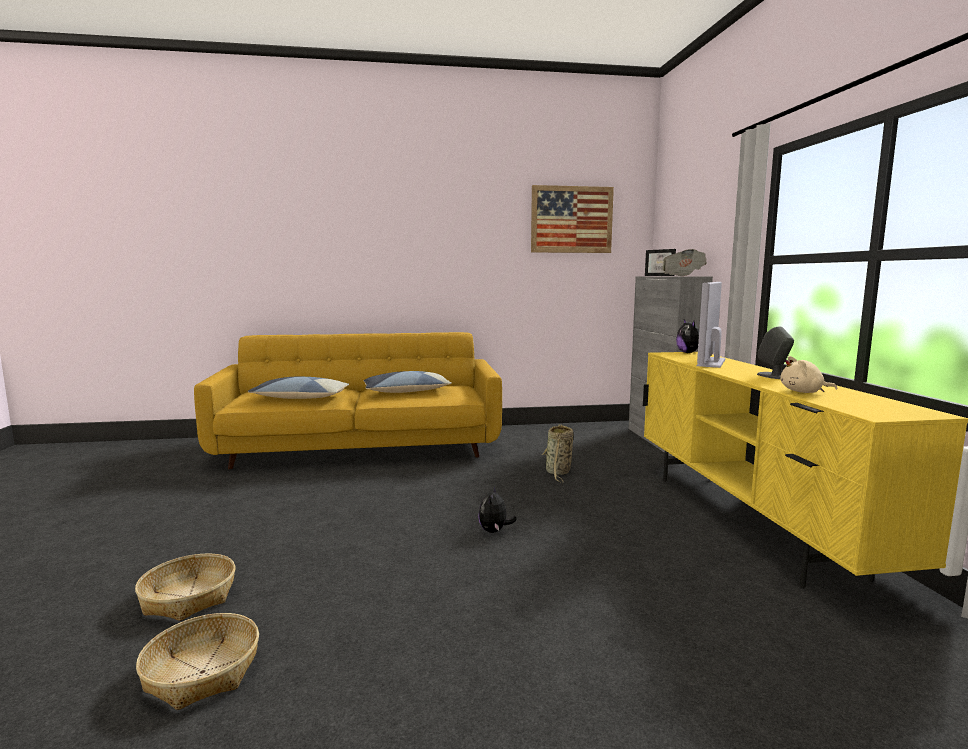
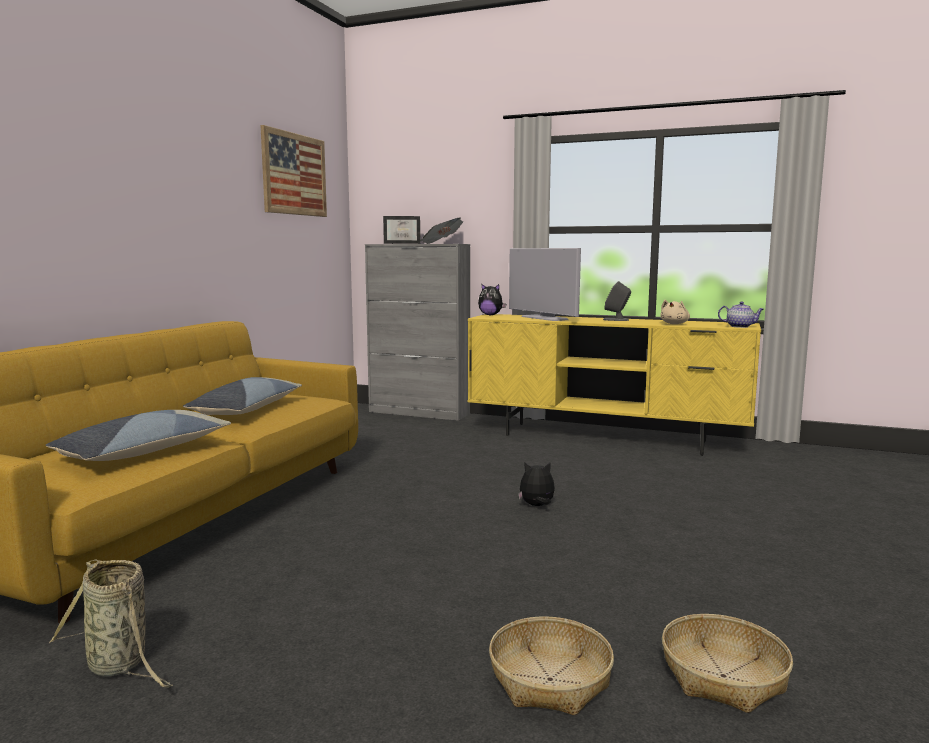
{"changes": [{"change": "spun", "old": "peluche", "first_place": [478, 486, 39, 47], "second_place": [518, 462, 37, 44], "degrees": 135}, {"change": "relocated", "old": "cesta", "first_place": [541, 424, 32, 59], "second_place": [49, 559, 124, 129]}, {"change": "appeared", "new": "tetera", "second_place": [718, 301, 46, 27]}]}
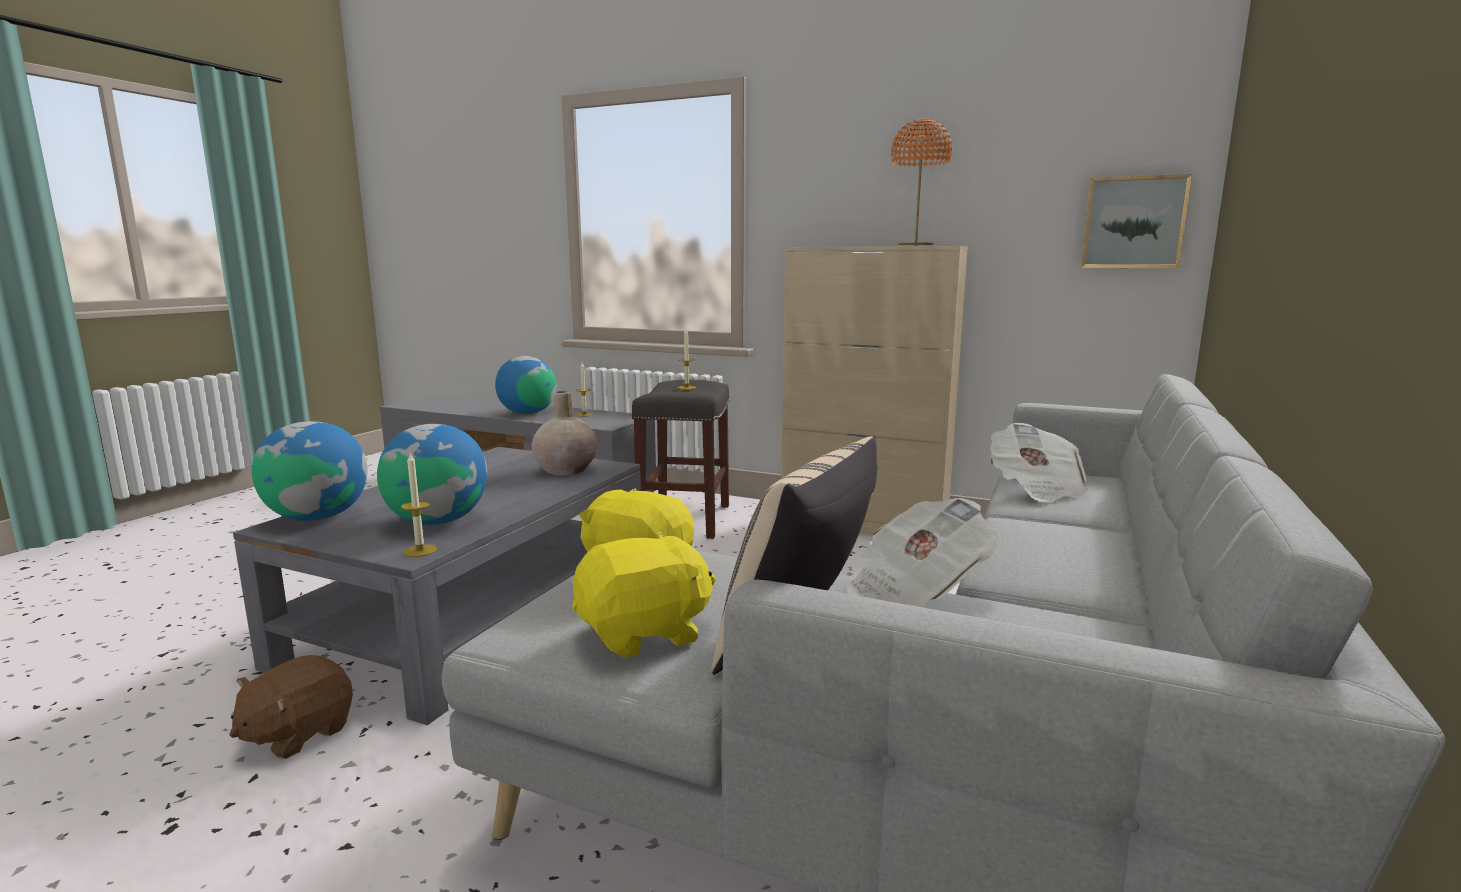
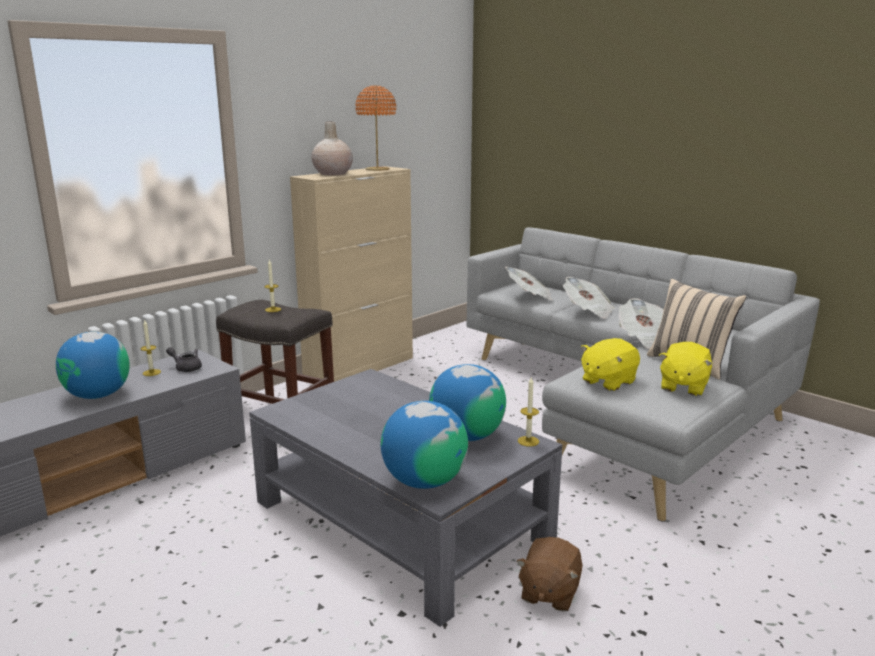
{"changes": [{"change": "spun", "old": "peluche [marrón]", "first_place": [230, 655, 123, 104], "second_place": [516, 537, 66, 75], "degrees": 60}, {"change": "relocated", "old": "florero [beis]", "first_place": [531, 391, 67, 84], "second_place": [311, 122, 42, 53]}, {"change": "spun", "old": "peluche [amarillo]", "first_place": [572, 532, 144, 126], "second_place": [659, 342, 54, 54], "degrees": -150}, {"change": "missing", "old": "cuadro", "first_place": [1081, 174, 111, 94]}, {"change": "appeared", "new": "tetera [gris]", "second_place": [166, 347, 36, 25]}, {"change": "appeared", "new": "periódico", "second_place": [563, 277, 52, 42]}]}
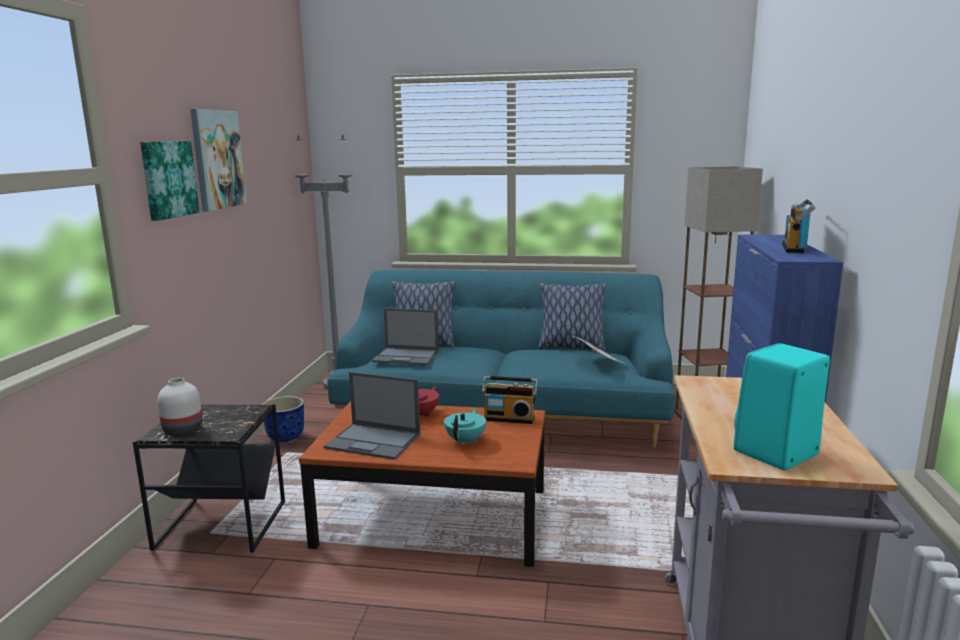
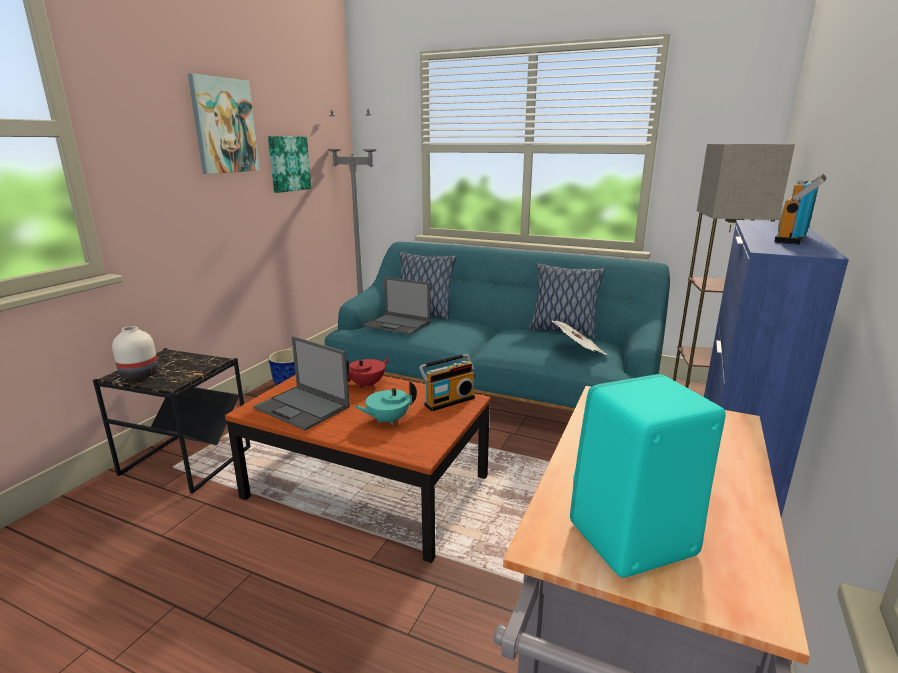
{"changes": [{"change": "relocated", "old": "cuadro", "first_place": [140, 141, 60, 80], "second_place": [268, 136, 43, 57]}, {"change": "spun", "old": "tetera [turquesa]", "first_place": [444, 408, 42, 38], "second_place": [354, 381, 63, 44], "degrees": -150}, {"change": "spun", "old": "radio", "first_place": [482, 376, 56, 48], "second_place": [419, 354, 56, 57], "degrees": -60}]}
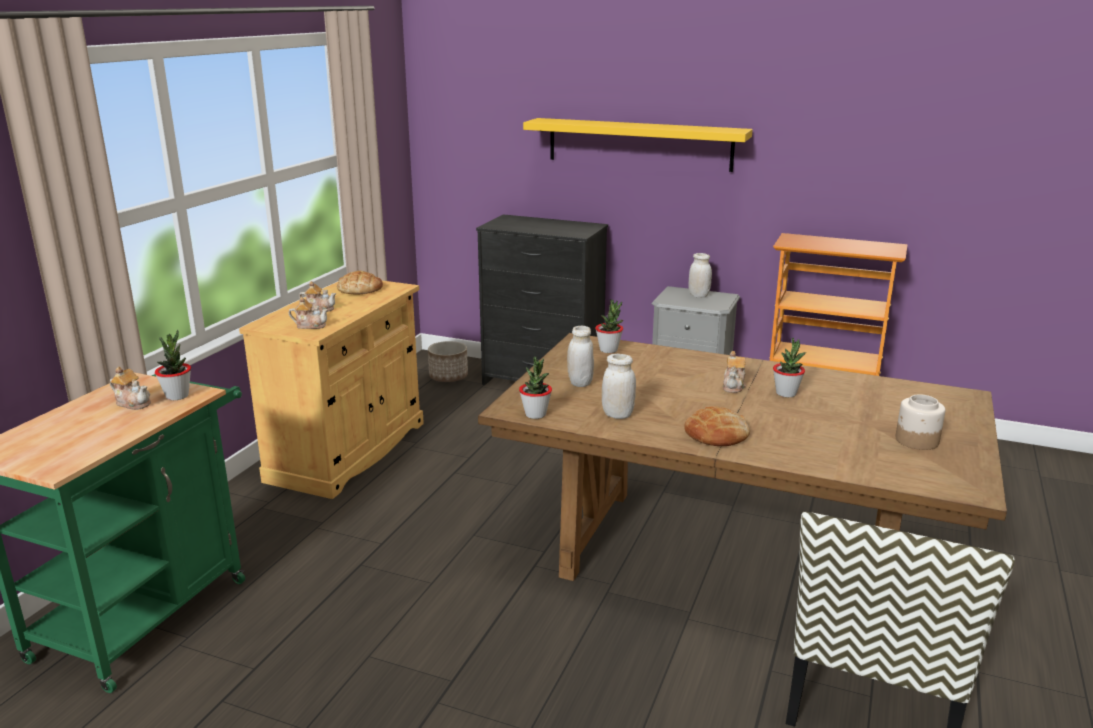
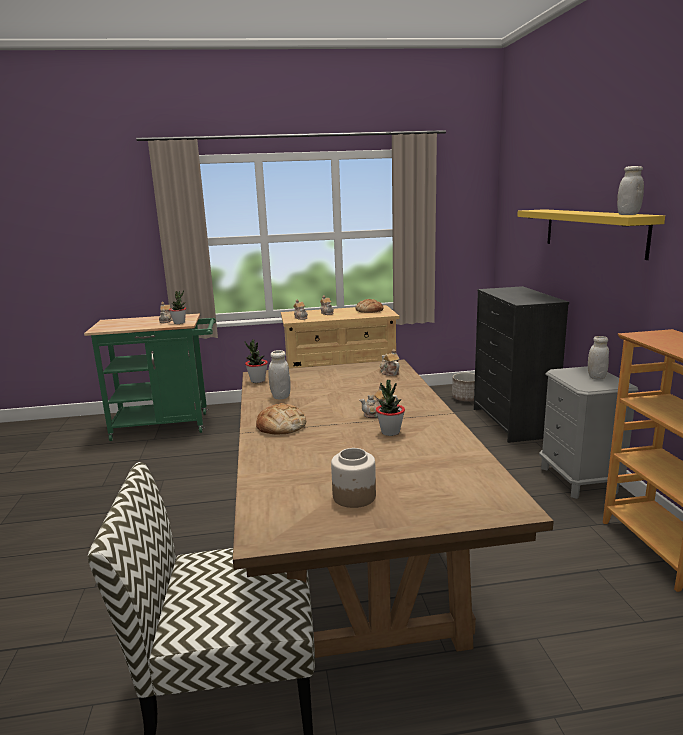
{"changes": [{"change": "relocated", "old": "tarro [blanco]", "first_place": [567, 326, 27, 61], "second_place": [617, 166, 27, 49]}, {"change": "exchanged", "old": "planta en maceta", "new": "tetera", "first_place": [595, 299, 29, 54], "second_place": [380, 349, 20, 27]}]}
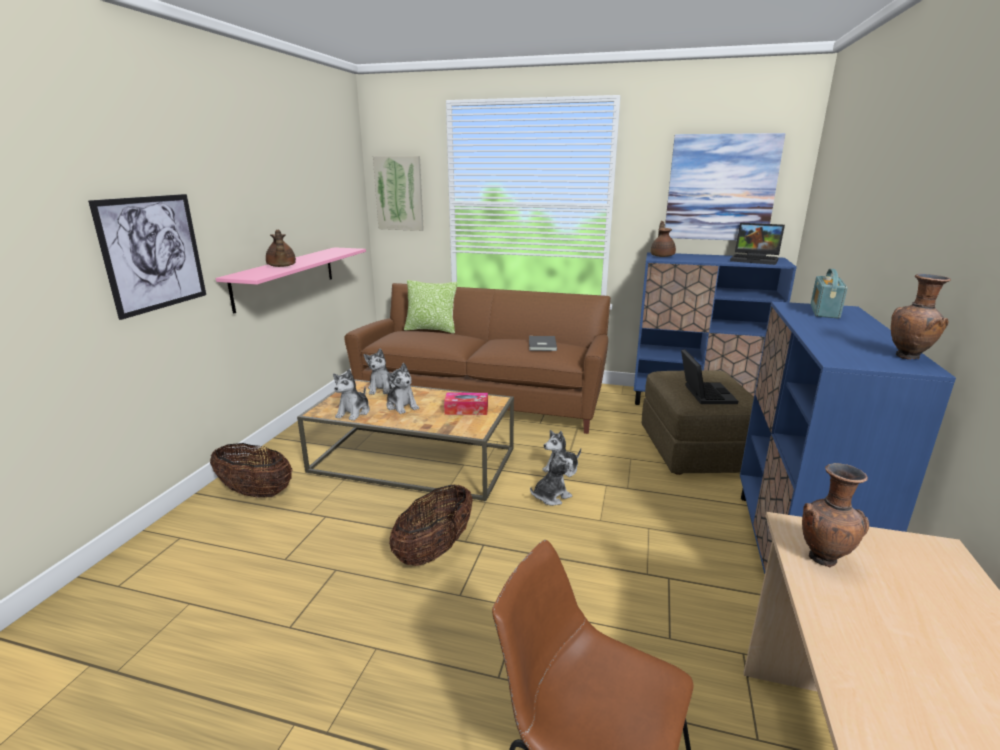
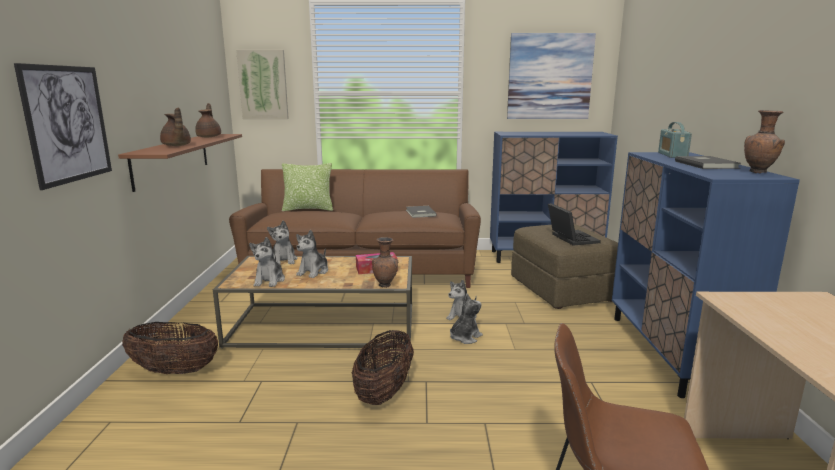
{"changes": [{"change": "colour", "old": "estante [rosa]", "new": "estante [marrón]", "first_place": [216, 247, 150, 67], "second_place": [118, 134, 124, 58]}, {"change": "spun", "old": "peluche", "first_place": [386, 363, 33, 51], "second_place": [296, 230, 32, 48], "degrees": 75}, {"change": "relocated", "old": "tetera [marrón]", "first_place": [651, 221, 25, 36], "second_place": [195, 103, 26, 34]}, {"change": "missing", "old": "portátil", "first_place": [730, 223, 55, 42]}, {"change": "relocated", "old": "florero [marrón]", "first_place": [802, 463, 67, 105], "second_place": [372, 237, 26, 51]}, {"change": "appeared", "new": "libro [gris]", "second_place": [675, 156, 65, 13]}]}
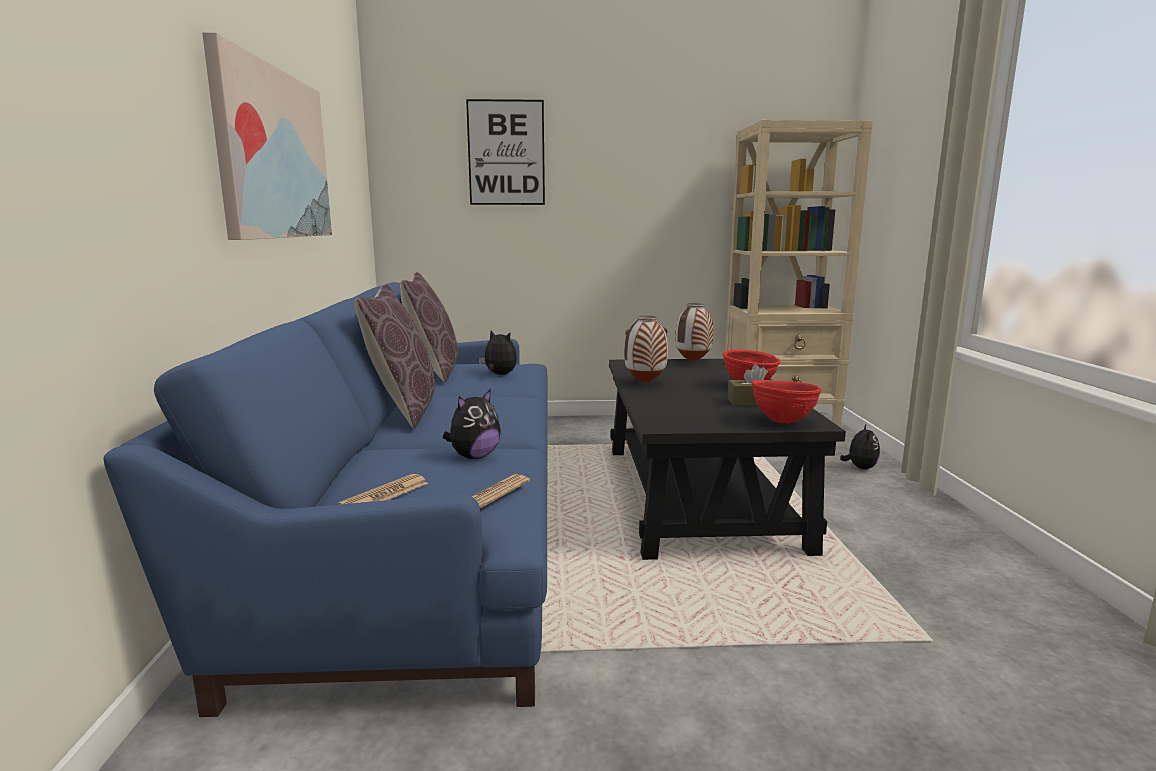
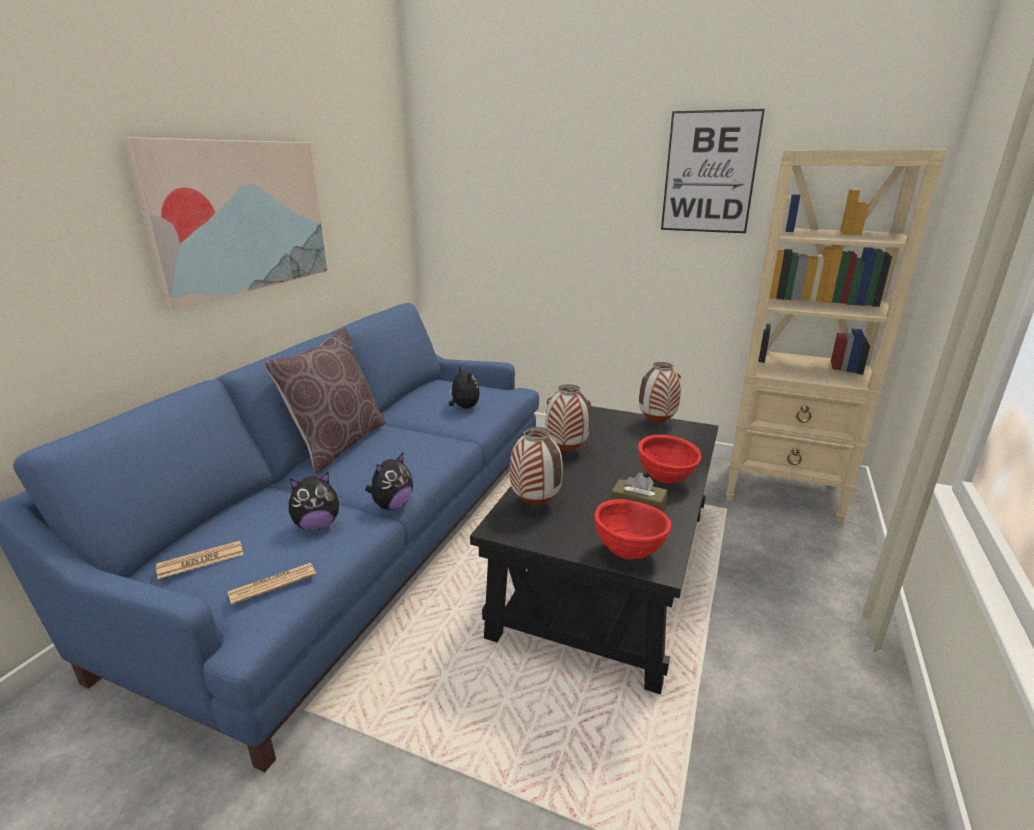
{"changes": [{"change": "missing", "old": "cojín [marrón]", "first_place": [400, 272, 58, 110]}, {"change": "relocated", "old": "cuadro", "first_place": [466, 99, 79, 106], "second_place": [661, 109, 104, 124]}, {"change": "relocated", "old": "peluche", "first_place": [840, 425, 40, 44], "second_place": [365, 453, 48, 57]}, {"change": "appeared", "new": "florero", "second_place": [510, 427, 53, 78]}]}
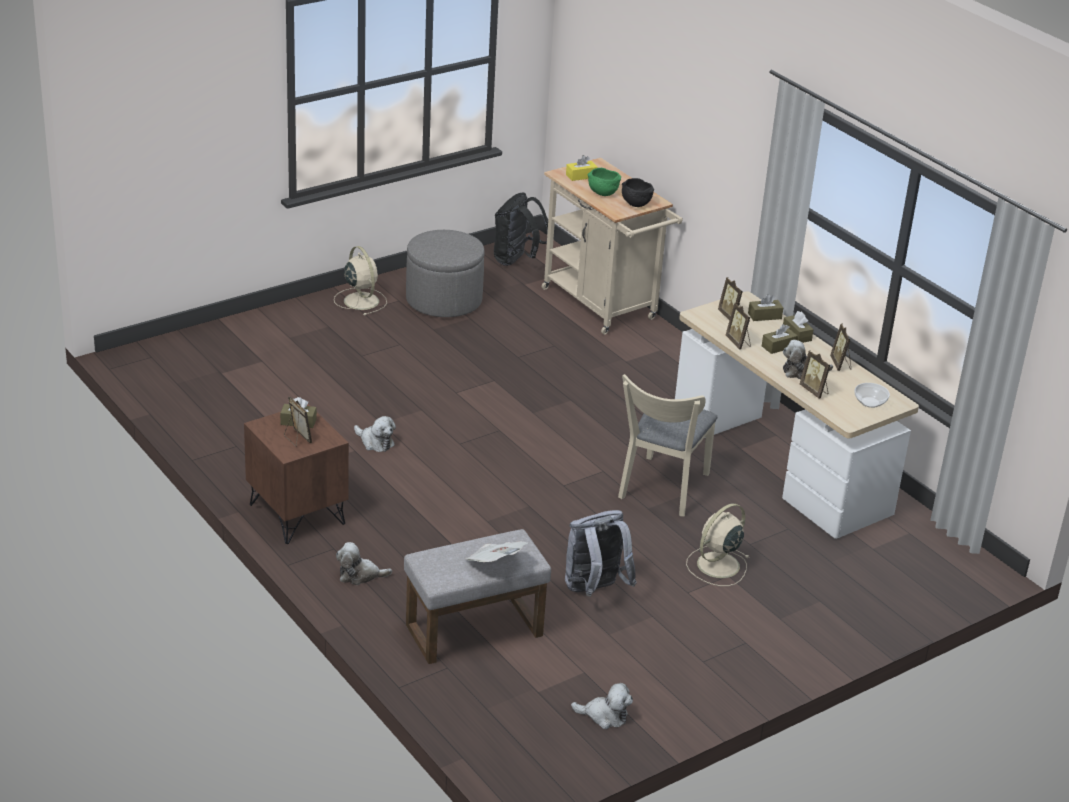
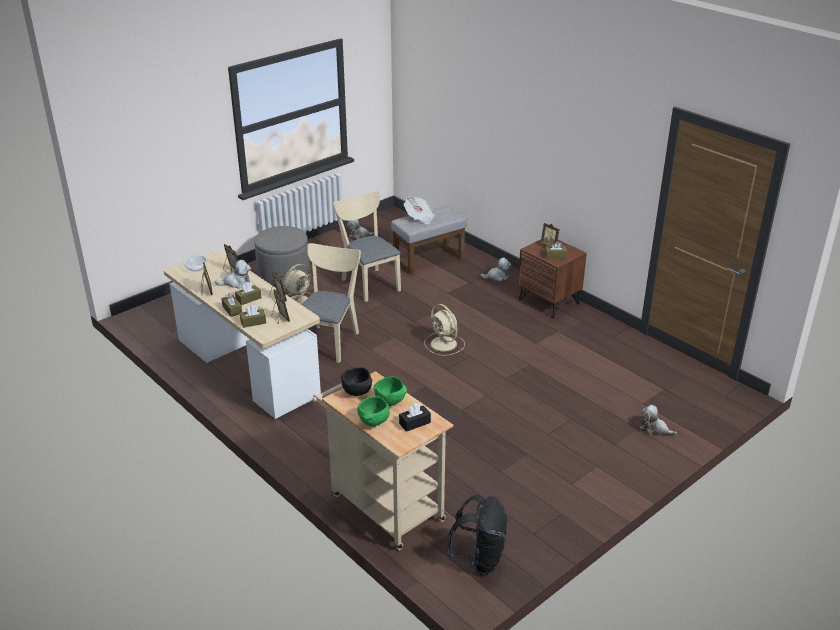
{"changes": [{"change": "relocated", "old": "ventilador [beis]", "first_place": [334, 246, 53, 69], "second_place": [424, 304, 41, 52]}, {"change": "relocated", "old": "peluche", "first_place": [354, 416, 42, 36], "second_place": [640, 405, 37, 31]}, {"change": "relocated", "old": "puf [gris]", "first_place": [406, 230, 79, 87], "second_place": [254, 226, 56, 60]}, {"change": "exchanged", "old": "mochila [gris]", "new": "silla [beis]", "first_place": [565, 510, 72, 87], "second_place": [333, 191, 68, 111]}, {"change": "colour", "old": "caja de pañuelos [amarillo]", "new": "caja de pañuelos [negro]", "first_place": [566, 155, 31, 26], "second_place": [399, 403, 32, 29]}, {"change": "appeared", "new": "cuenco [verde]", "second_place": [357, 396, 33, 31]}]}
